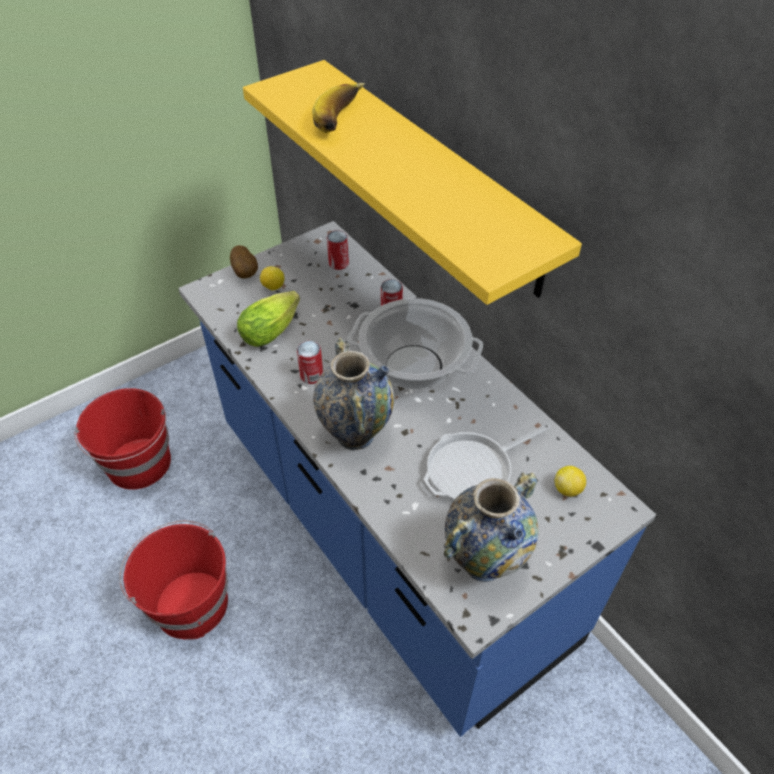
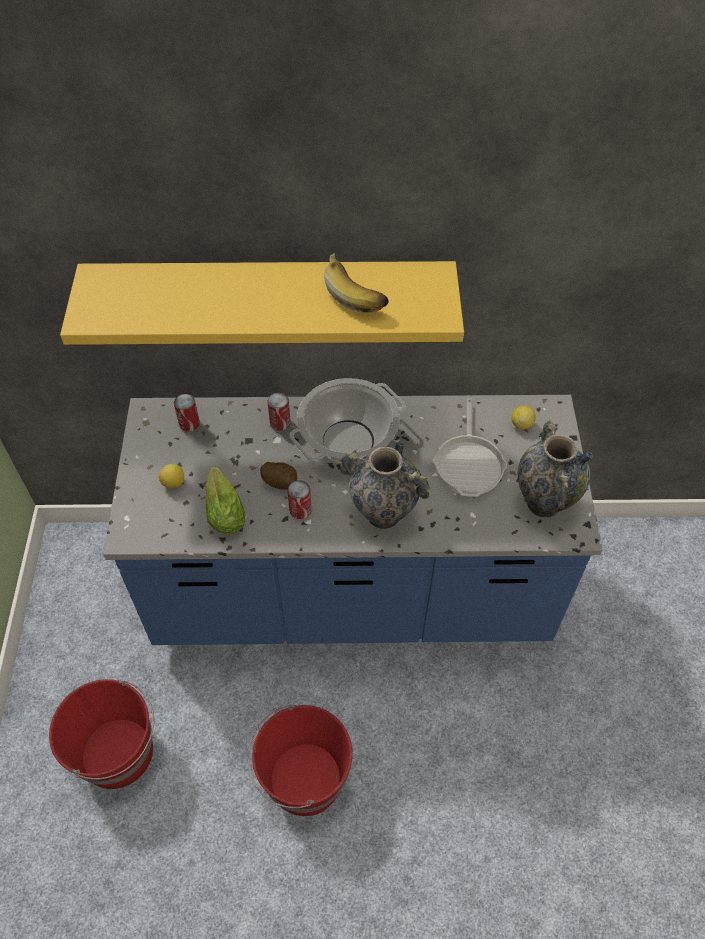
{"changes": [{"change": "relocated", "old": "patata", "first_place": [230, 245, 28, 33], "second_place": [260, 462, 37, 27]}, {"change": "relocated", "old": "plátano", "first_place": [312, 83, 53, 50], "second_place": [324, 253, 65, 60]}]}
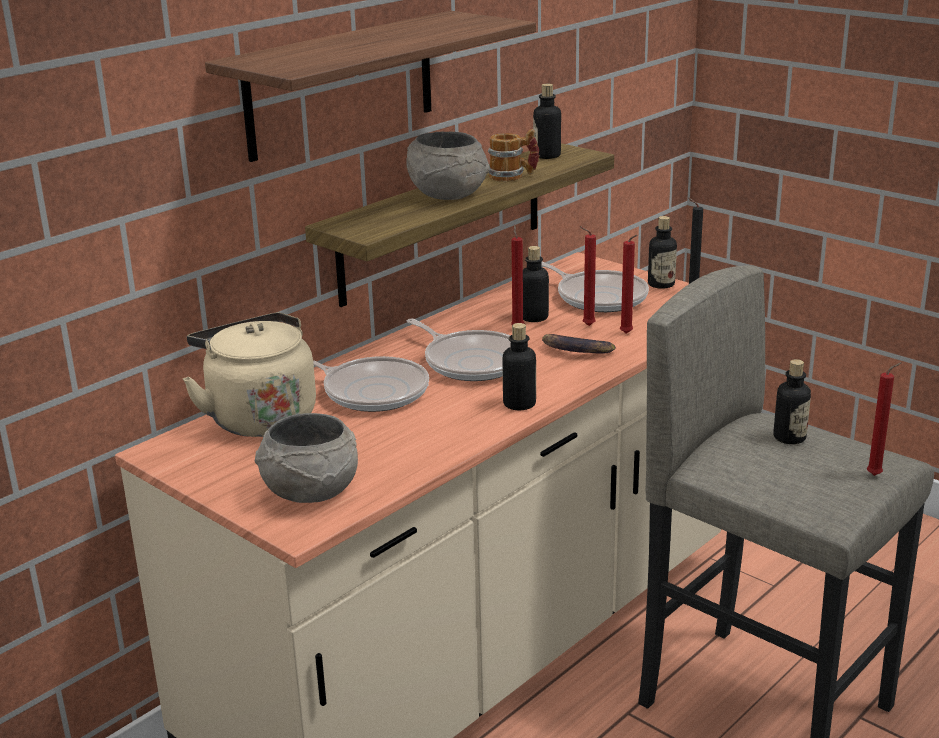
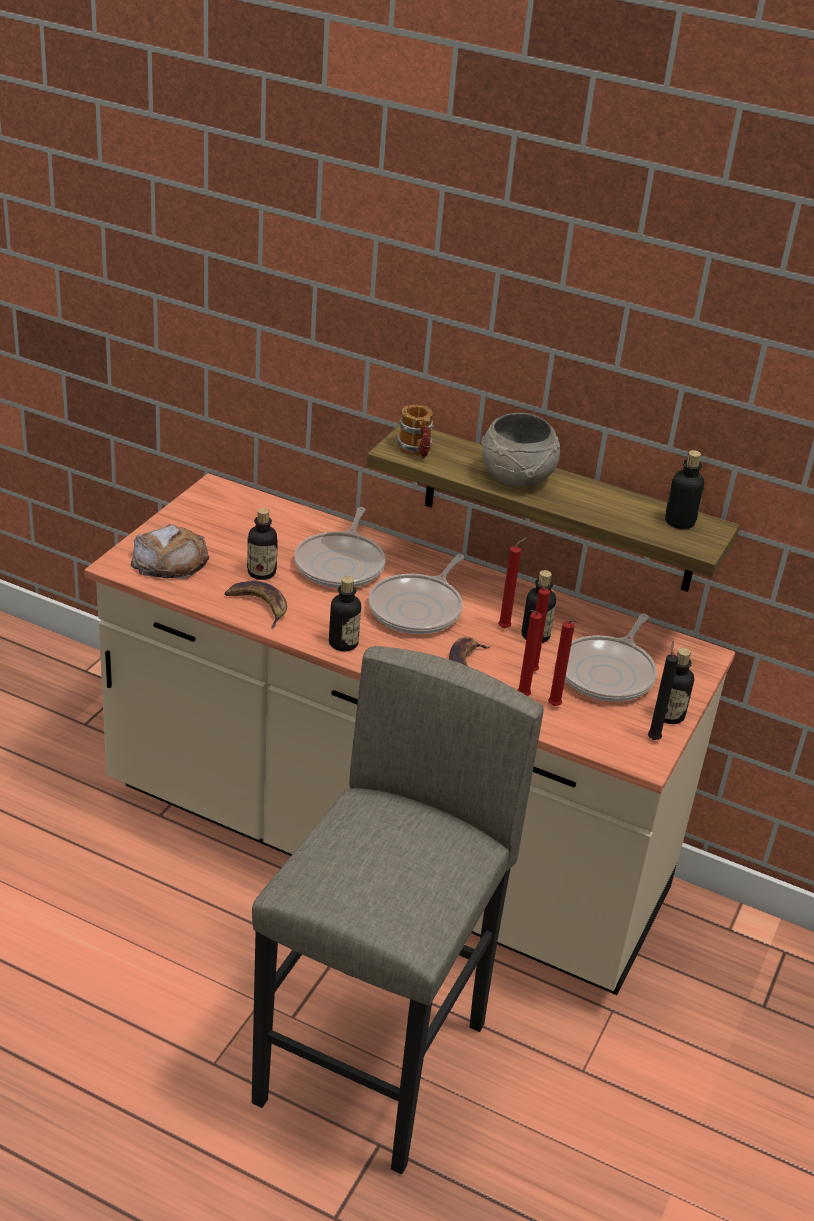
{"changes": [{"change": "missing", "old": "hervidor [beis]", "first_place": [183, 312, 133, 125]}, {"change": "missing", "old": "estante", "first_place": [205, 11, 331, 151]}, {"change": "exchanged", "old": "cuenco [gris]", "new": "pan", "first_place": [255, 413, 103, 90], "second_place": [131, 524, 78, 55]}, {"change": "relocated", "old": "taza grande", "first_place": [488, 129, 51, 53], "second_place": [397, 404, 37, 55]}, {"change": "relocated", "old": "botella", "first_place": [773, 359, 38, 85], "second_place": [247, 508, 31, 72]}, {"change": "relocated", "old": "vela [rojo]", "first_place": [867, 362, 35, 114], "second_place": [548, 620, 29, 86]}, {"change": "appeared", "new": "plátano", "second_place": [225, 581, 62, 48]}]}
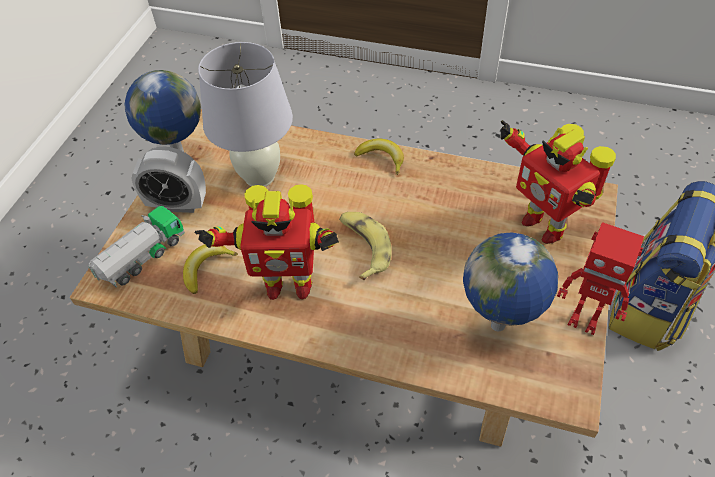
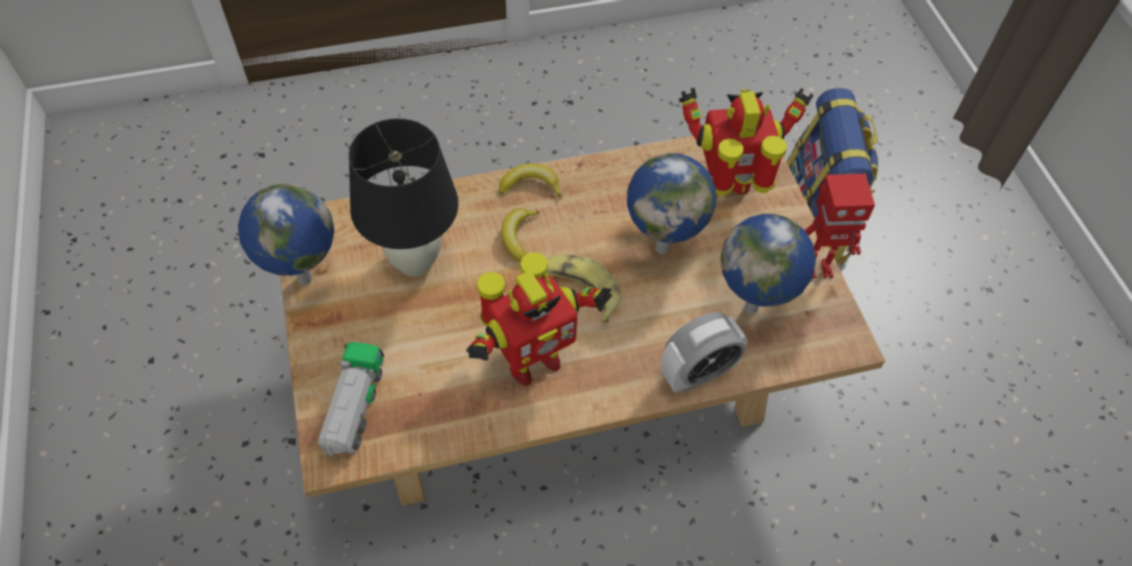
{"changes": [{"change": "relocated", "old": "despertador", "first_place": [132, 146, 74, 67], "second_place": [661, 312, 86, 81]}, {"change": "relocated", "old": "plátano", "first_place": [183, 244, 55, 50], "second_place": [501, 208, 39, 55]}, {"change": "colour", "old": "lámpara de mesa [blanco]", "new": "lámpara de mesa [negro]", "first_place": [198, 42, 95, 145], "second_place": [349, 118, 109, 158]}, {"change": "spun", "old": "robot de juguete", "first_place": [500, 120, 116, 124], "second_place": [679, 88, 135, 108], "degrees": 150}, {"change": "appeared", "new": "globo terráqueo", "second_place": [627, 153, 89, 101]}]}
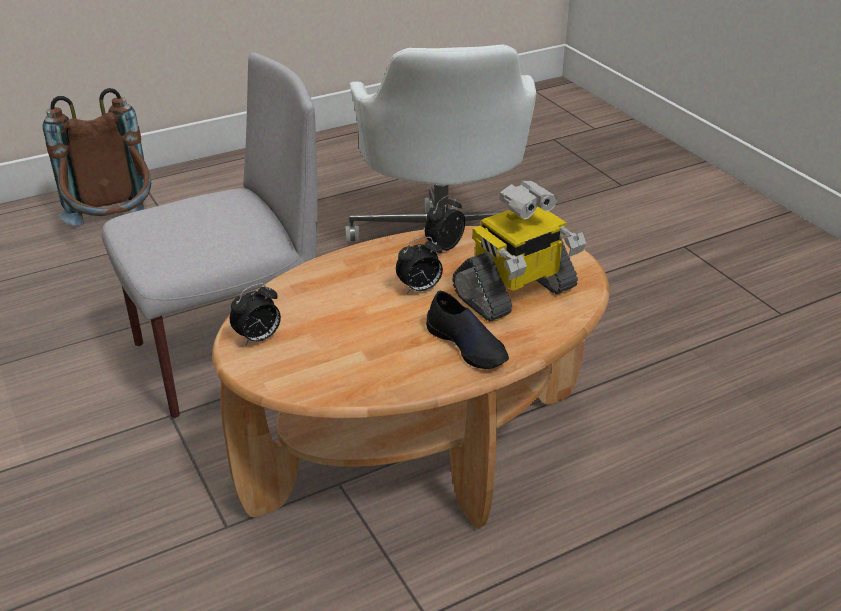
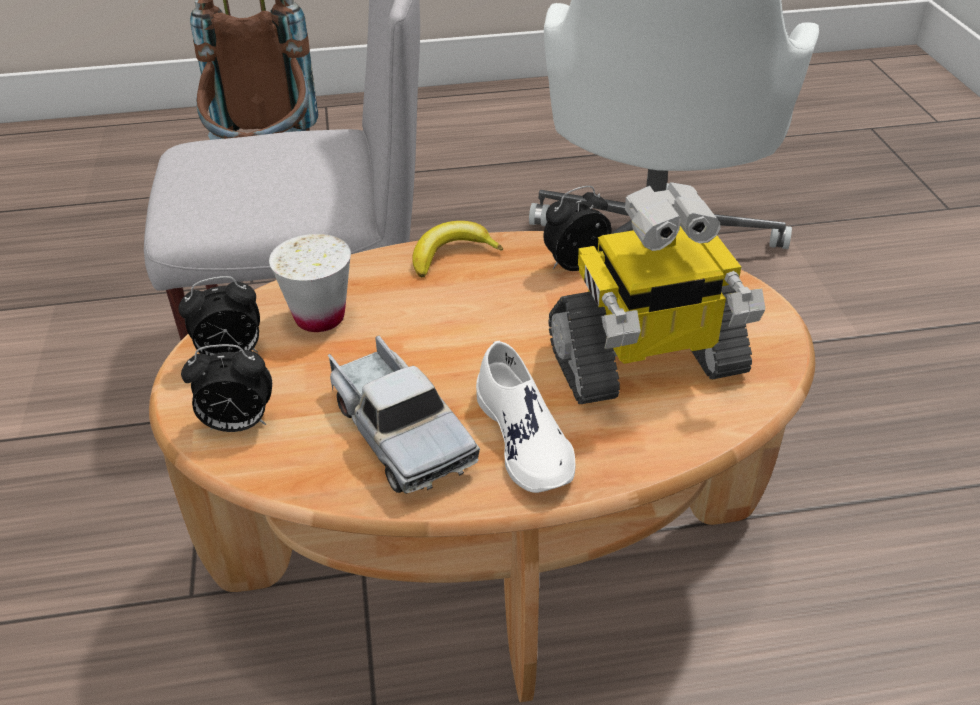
{"changes": [{"change": "relocated", "old": "despertador", "first_place": [396, 237, 47, 57], "second_place": [181, 344, 91, 88]}, {"change": "colour", "old": "zapato [negro]", "new": "zapato [blanco]", "first_place": [426, 290, 83, 79], "second_place": [476, 341, 99, 152]}, {"change": "appeared", "new": "taza [blanco]", "second_place": [269, 234, 82, 98]}, {"change": "appeared", "new": "camión de juguete", "second_place": [327, 336, 153, 158]}, {"change": "appeared", "new": "plátano", "second_place": [412, 221, 91, 56]}]}
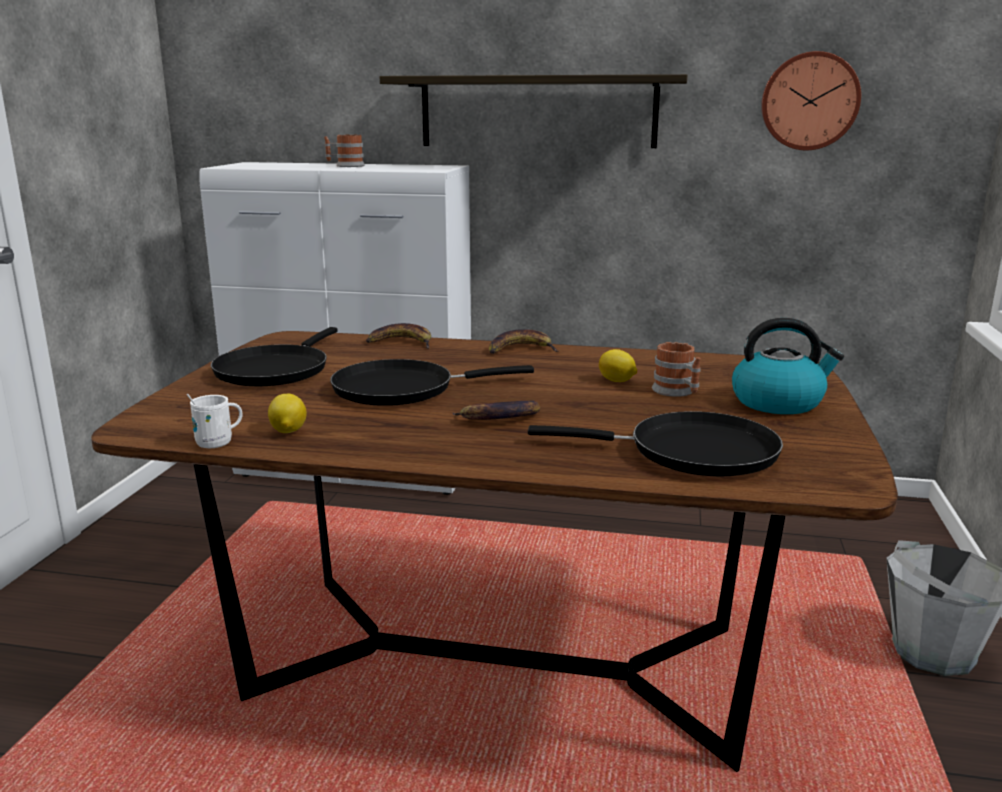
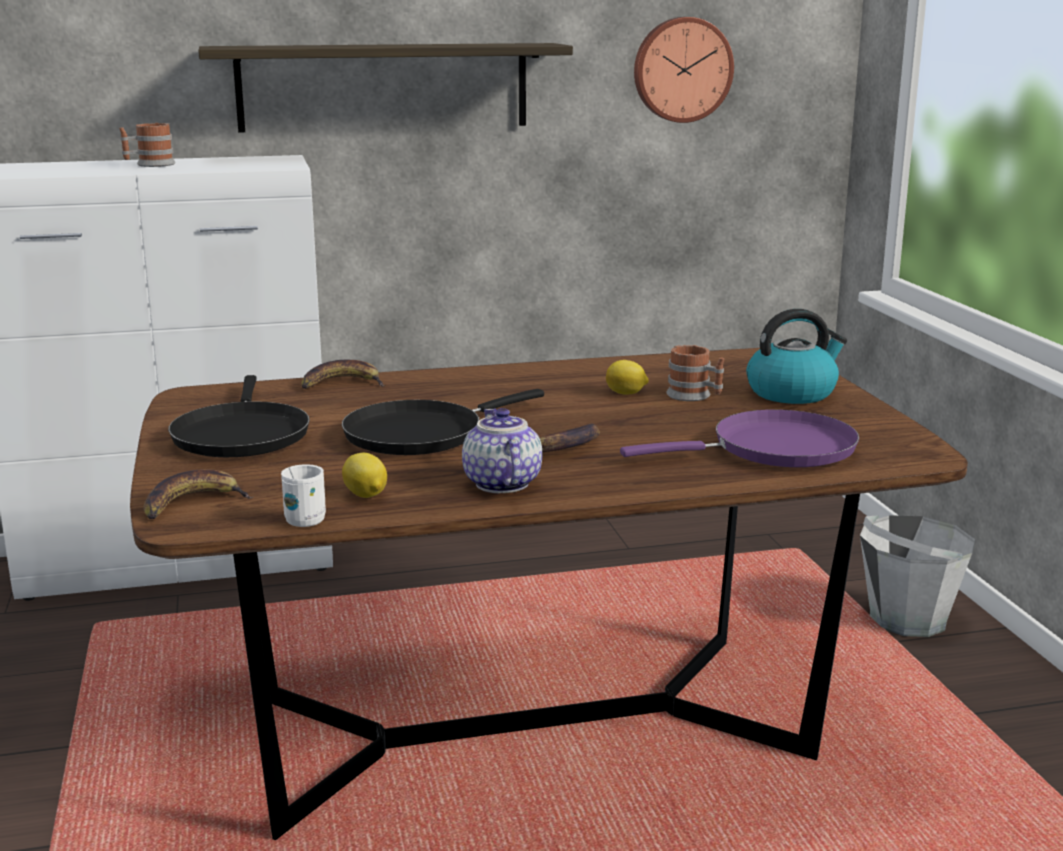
{"changes": [{"change": "relocated", "old": "plátano", "first_place": [489, 329, 70, 25], "second_place": [143, 469, 110, 50]}, {"change": "colour", "old": "sartén [negro]", "new": "sartén [morado]", "first_place": [528, 411, 255, 66], "second_place": [620, 409, 239, 58]}, {"change": "appeared", "new": "tetera", "second_place": [462, 408, 80, 85]}]}
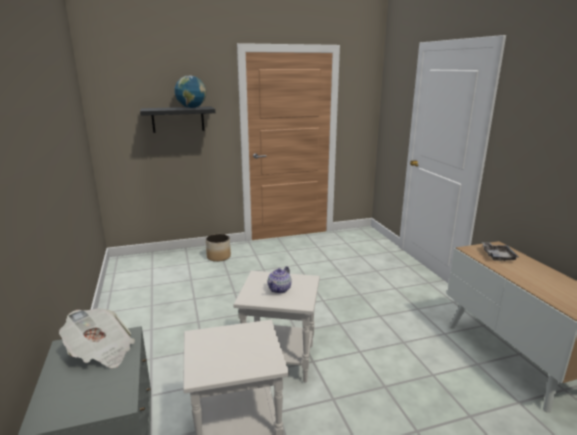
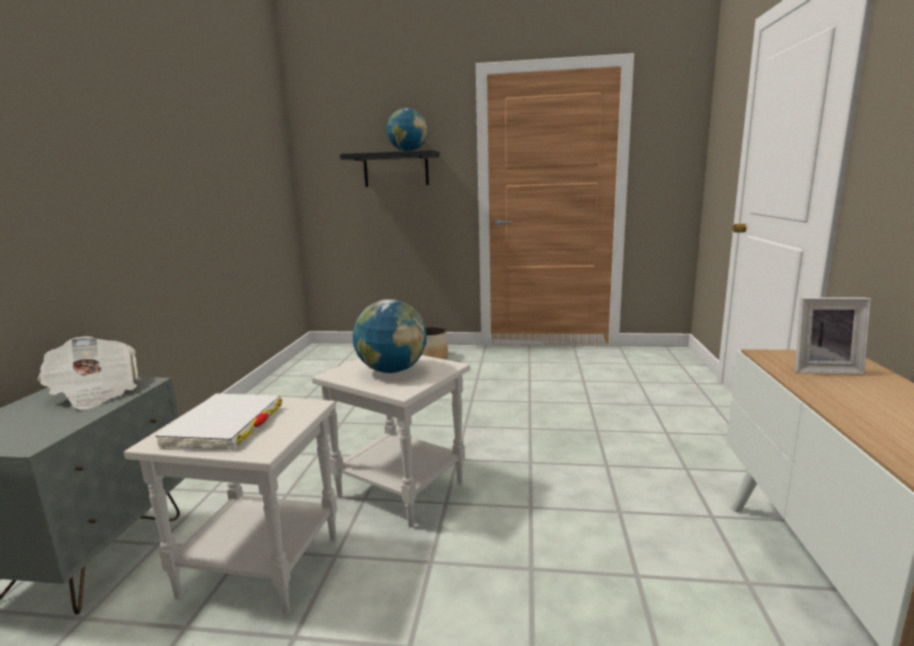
{"changes": [{"change": "exchanged", "old": "tetera", "new": "globo terráqueo", "first_place": [268, 267, 24, 26], "second_place": [353, 299, 73, 74]}, {"change": "exchanged", "old": "bandeja [gris]", "new": "portarretratos", "first_place": [482, 242, 37, 19], "second_place": [795, 298, 76, 76]}, {"change": "appeared", "new": "libro [blanco]", "second_place": [155, 394, 127, 56]}]}
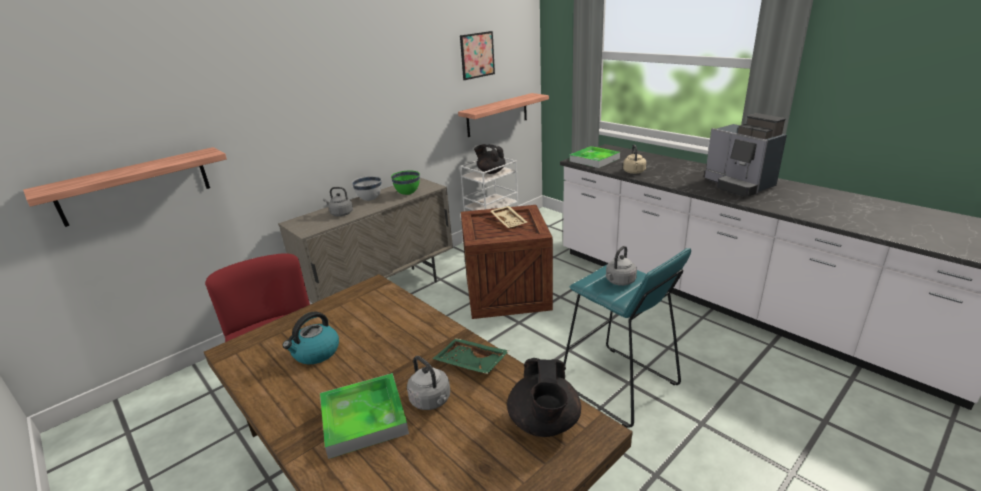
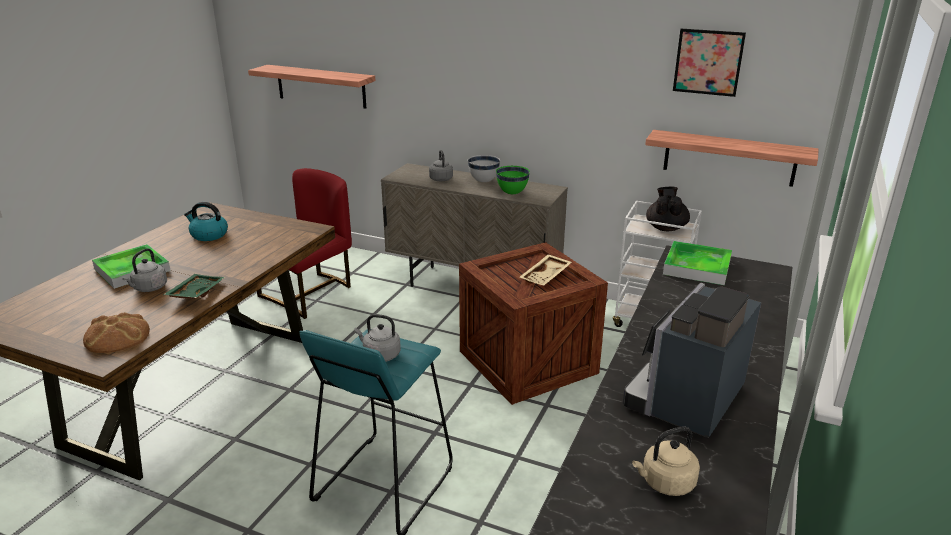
{"changes": [{"change": "exchanged", "old": "tetera [negro]", "new": "pan", "first_place": [507, 358, 74, 79], "second_place": [83, 313, 67, 40]}, {"change": "relocated", "old": "hervidor [beis]", "first_place": [623, 145, 23, 29], "second_place": [632, 426, 68, 70]}]}
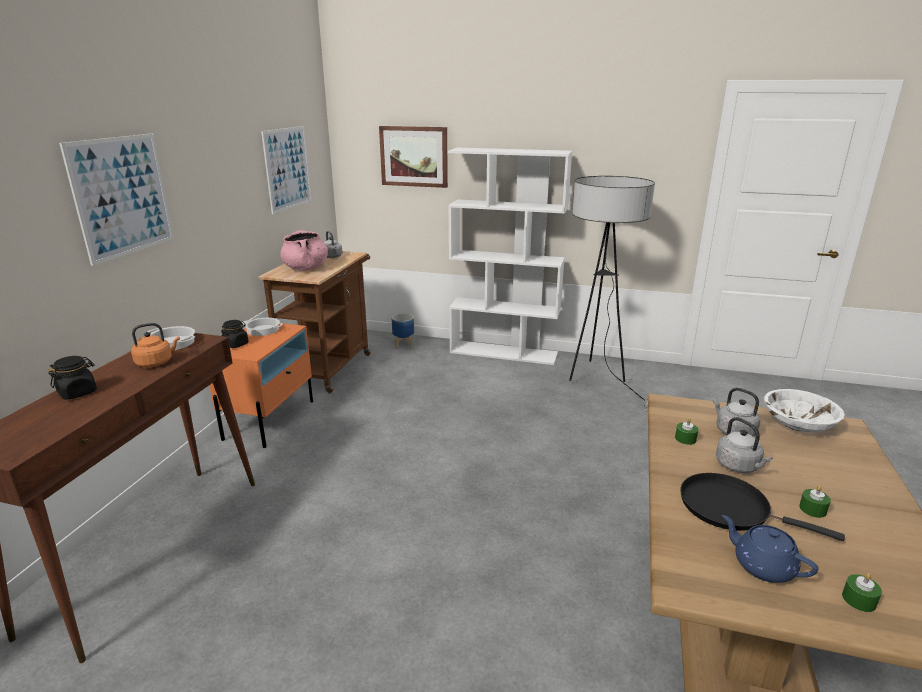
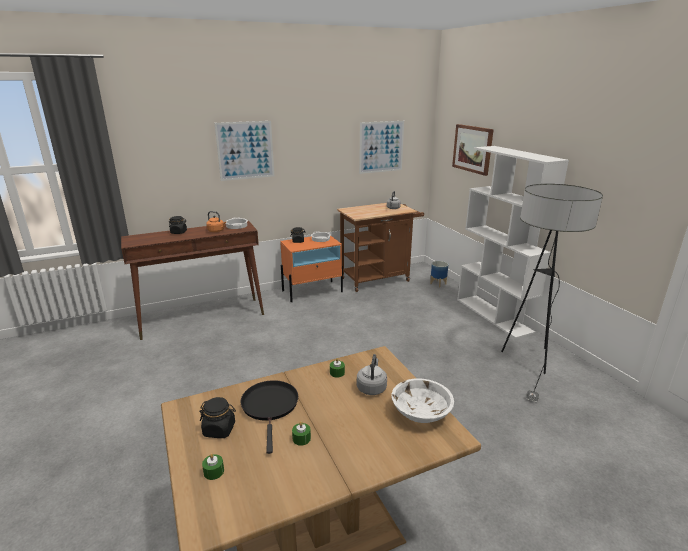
{"changes": [{"change": "missing", "old": "olla [rosa]", "first_place": [280, 230, 48, 41]}, {"change": "missing", "old": "hervidor [gris]", "first_place": [716, 417, 56, 56]}, {"change": "exchanged", "old": "tetera [azul]", "new": "tarro [negro]", "first_place": [722, 515, 97, 68], "second_place": [199, 397, 37, 41]}]}
